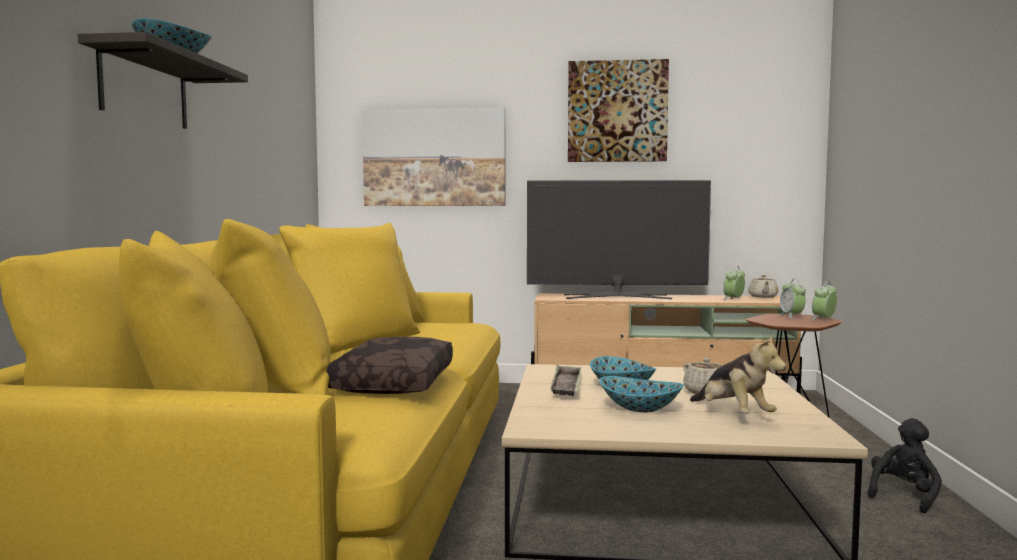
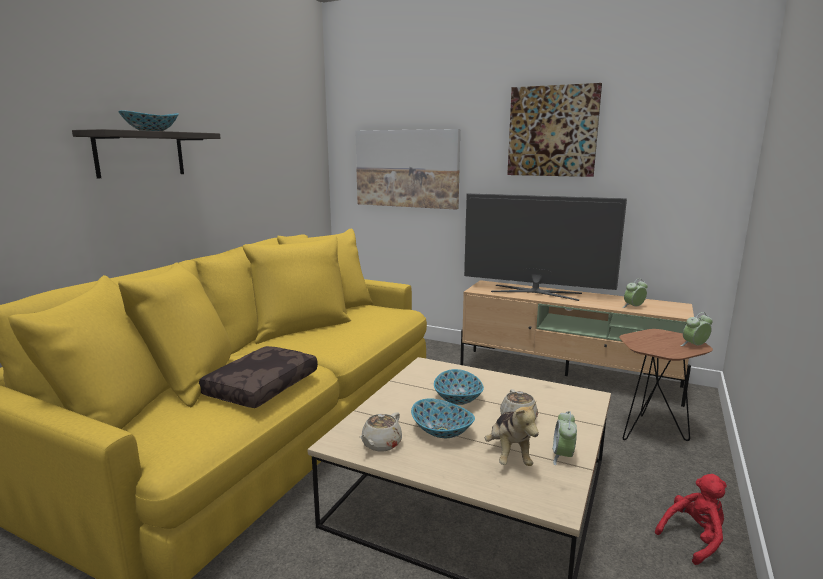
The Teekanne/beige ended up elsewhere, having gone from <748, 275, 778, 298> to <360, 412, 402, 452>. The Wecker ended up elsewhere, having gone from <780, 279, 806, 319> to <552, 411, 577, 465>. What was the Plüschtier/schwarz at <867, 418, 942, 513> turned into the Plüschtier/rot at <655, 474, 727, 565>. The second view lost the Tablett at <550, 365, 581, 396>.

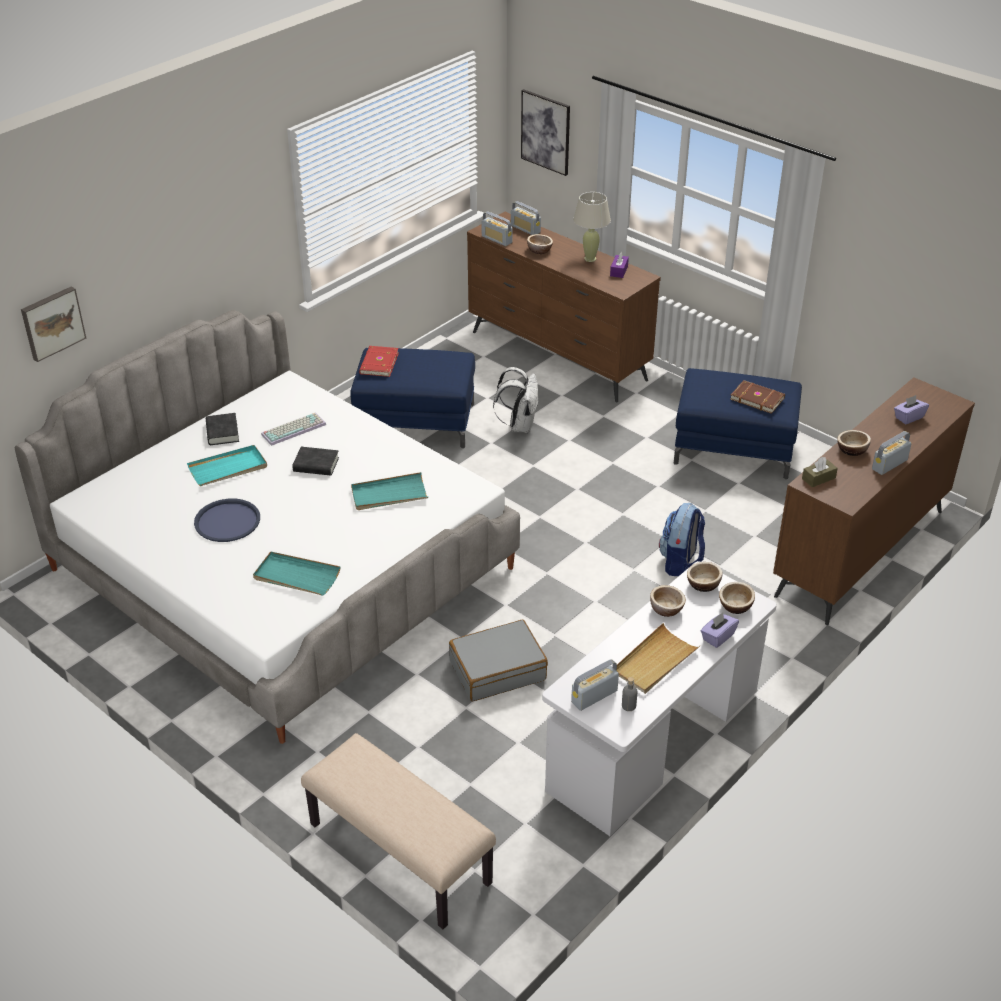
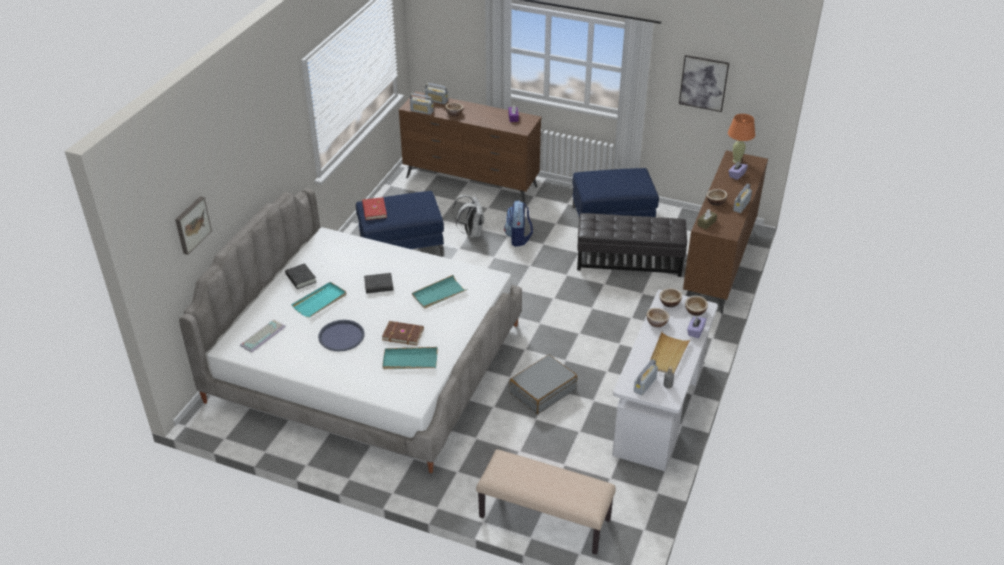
The Tastatur ended up elsewhere, having gone from <261, 412, 326, 446> to <240, 319, 286, 353>. The Buch/braun ended up elsewhere, having gone from <730, 380, 785, 414> to <382, 321, 424, 346>. The Rucksack ended up elsewhere, having gone from <659, 503, 705, 576> to <504, 200, 533, 247>. The second view gained the Polsterhocker/schwarz at <577, 213, 687, 277>. The Bild ended up elsewhere, having gone from <521, 89, 570, 176> to <679, 55, 729, 112>. The second view gained the Tischlampe/orange at <728, 114, 755, 163>. The second view lost the Tischlampe/beige at <573, 192, 611, 262>.

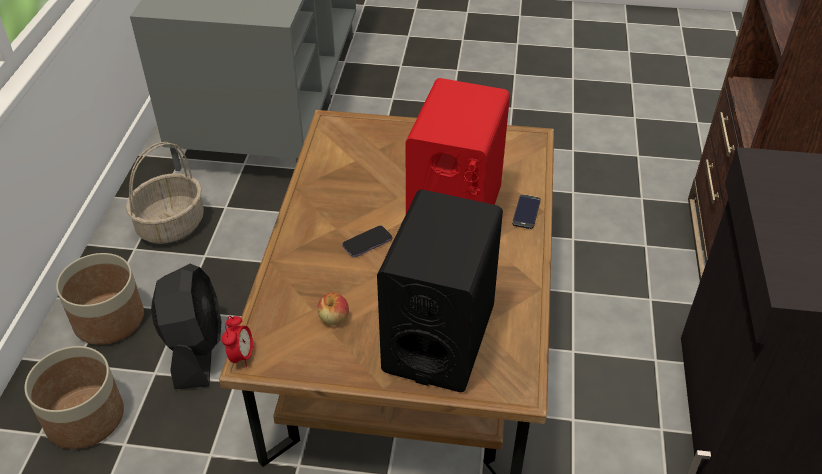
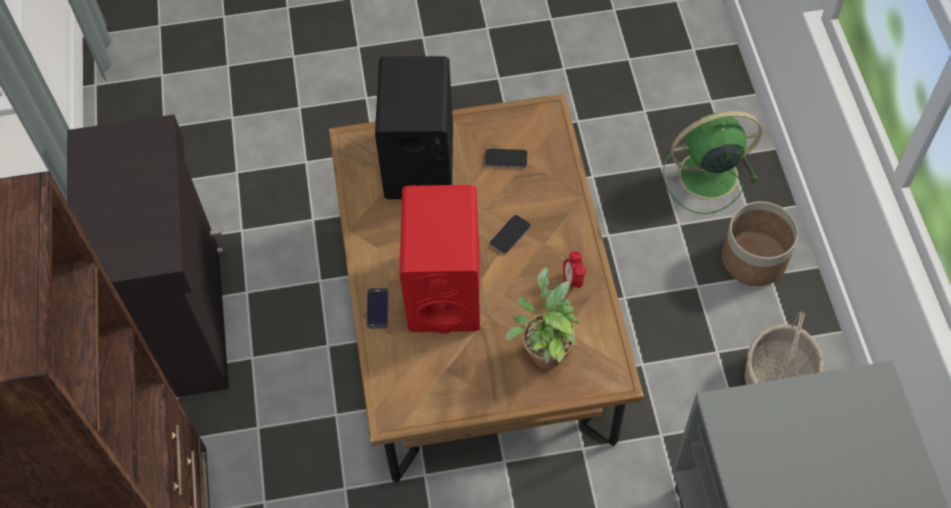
Where the Apfel stood at <317, 292, 349, 325>, the Handy came to stand at <485, 149, 528, 168>. The second view gained the Topfpflanze at <505, 267, 579, 369>. The Wecker ended up elsewhere, having gone from <222, 316, 253, 367> to <563, 252, 586, 288>. Where the Pflanzkübel stood at <25, 346, 124, 449>, the Ventilator/grün came to stand at <663, 111, 761, 214>. The second view lost the Ventilator/schwarz at <151, 264, 221, 389>.

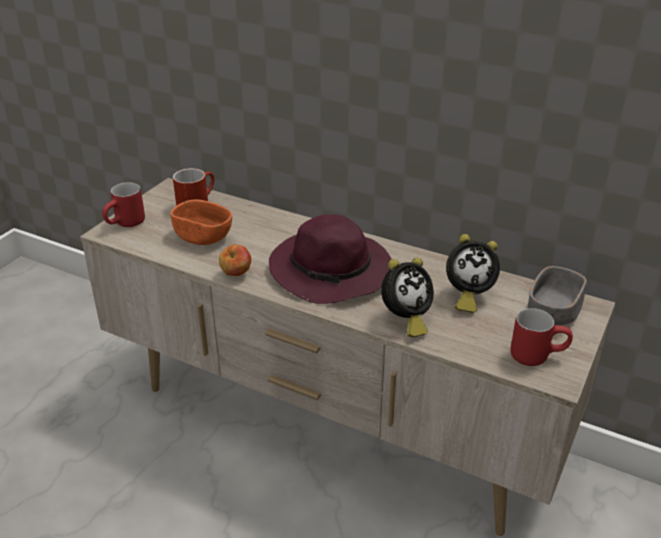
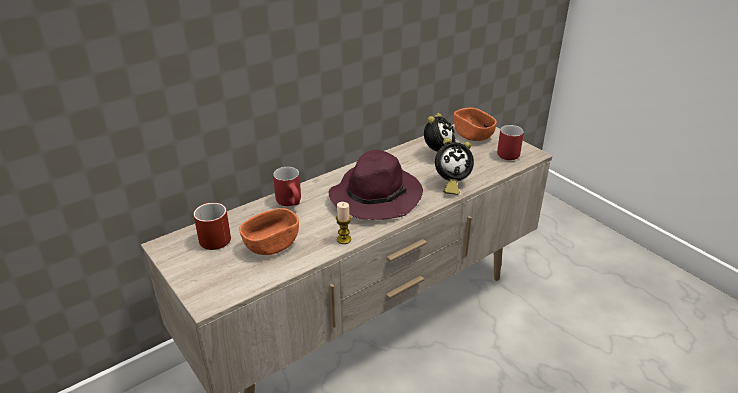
The Henkelbecher/rot ended up elsewhere, having gone from <102, 182, 145, 227> to <273, 167, 301, 206>. Where the Apfel stood at <219, 245, 251, 276>, the Kerze came to stand at <336, 202, 351, 244>. The Wecker at <381, 258, 434, 337> ended up facing another way, 90 degrees clockwise from before. What was the Schüssel/grau at <528, 266, 587, 325> turned into the Schüssel/orange at <454, 108, 497, 141>.

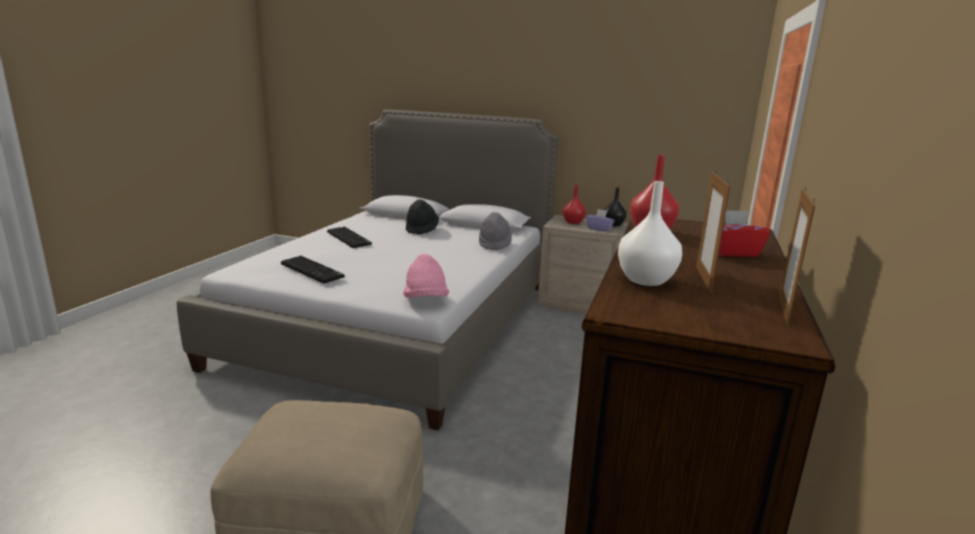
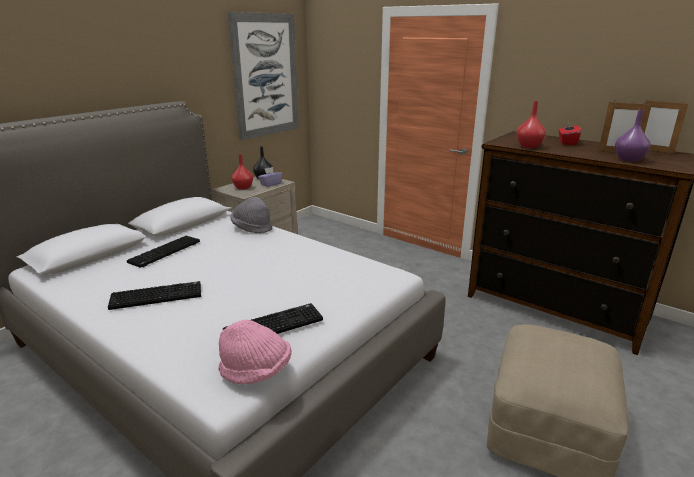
Where the Hut/schwarz stood at <406, 199, 439, 235>, the Tastatur came to stand at <127, 236, 200, 268>. The Hut/rosa ended up elsewhere, having gone from <403, 254, 449, 298> to <218, 320, 292, 384>. The second view gained the Bild at <228, 12, 299, 141>. What was the Vase/weiß at <618, 181, 682, 286> turned into the Vase/lila at <615, 109, 650, 162>.

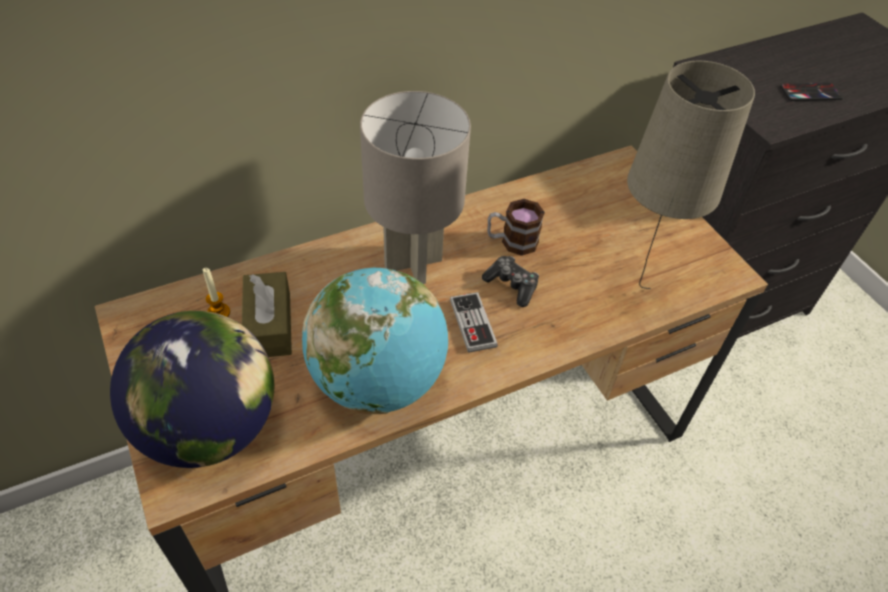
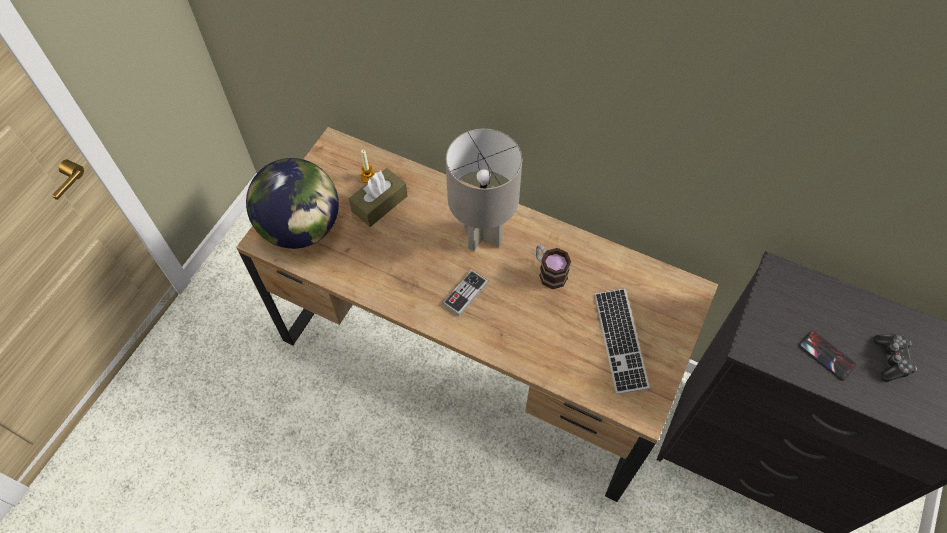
The second view gained the Tastatur at <594, 288, 650, 394>. The Gamepad ended up elsewhere, having gone from <482, 256, 539, 307> to <873, 334, 917, 382>. The second view lost the Globus at <302, 268, 448, 414>. The second view lost the Tischlampe/beige at <627, 61, 755, 289>.

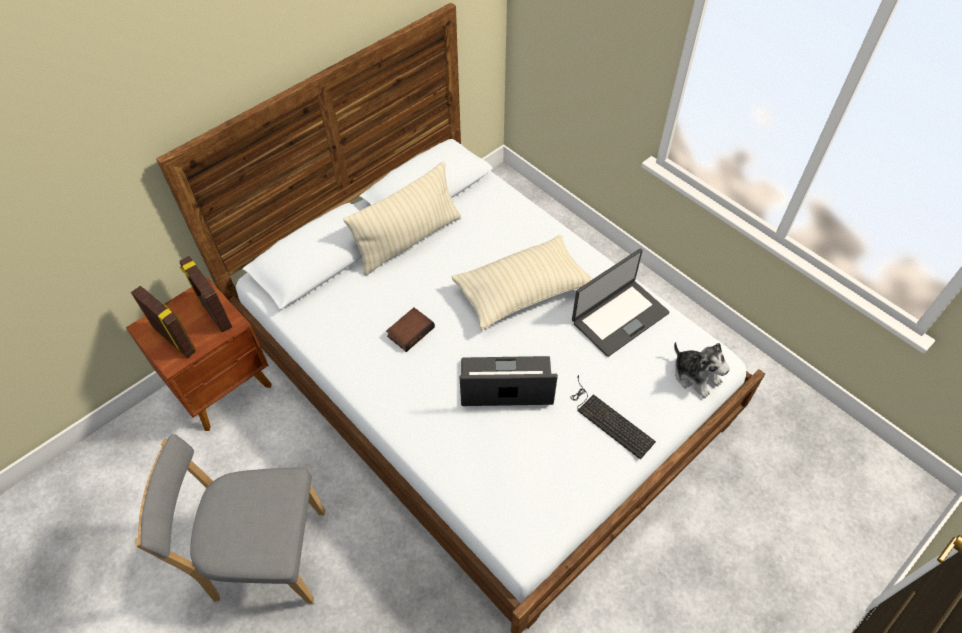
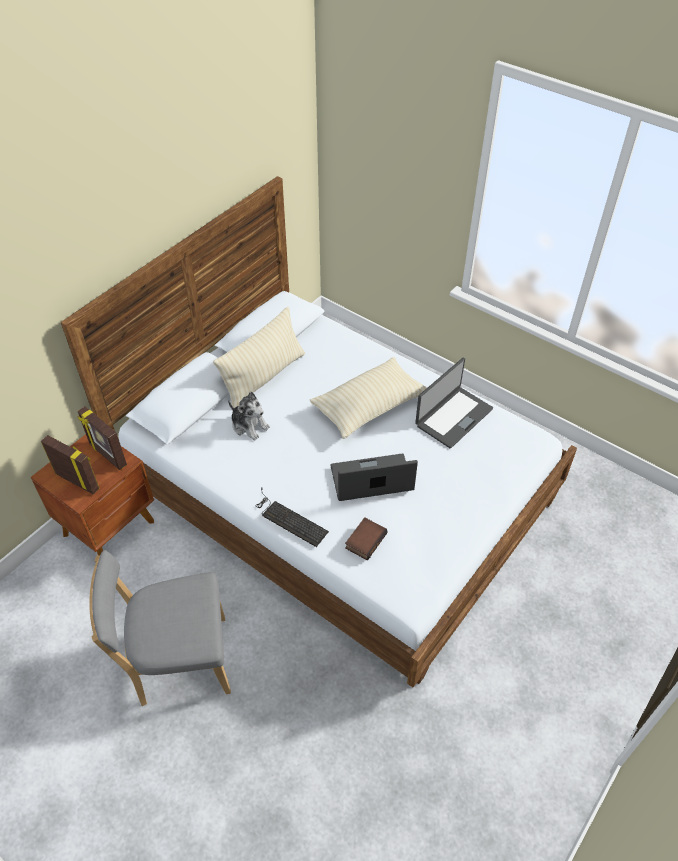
The Plüschtier ended up elsewhere, having gone from <674, 342, 730, 398> to <228, 392, 270, 441>. The Tastatur ended up elsewhere, having gone from <570, 375, 656, 460> to <255, 487, 329, 547>. The Buch ended up elsewhere, having gone from <386, 307, 435, 352> to <345, 517, 388, 560>.

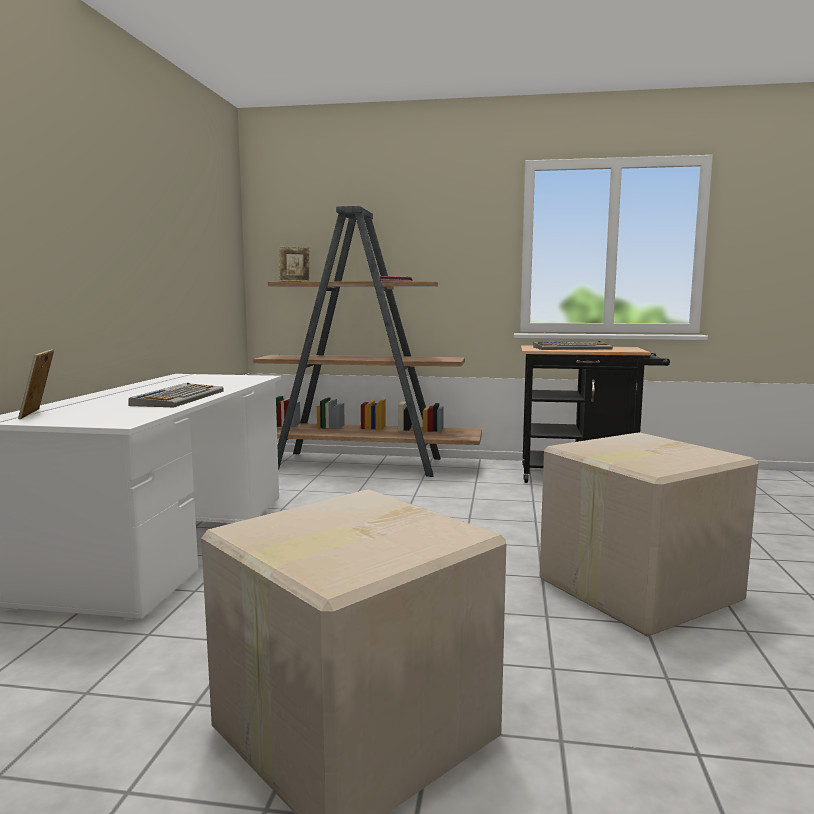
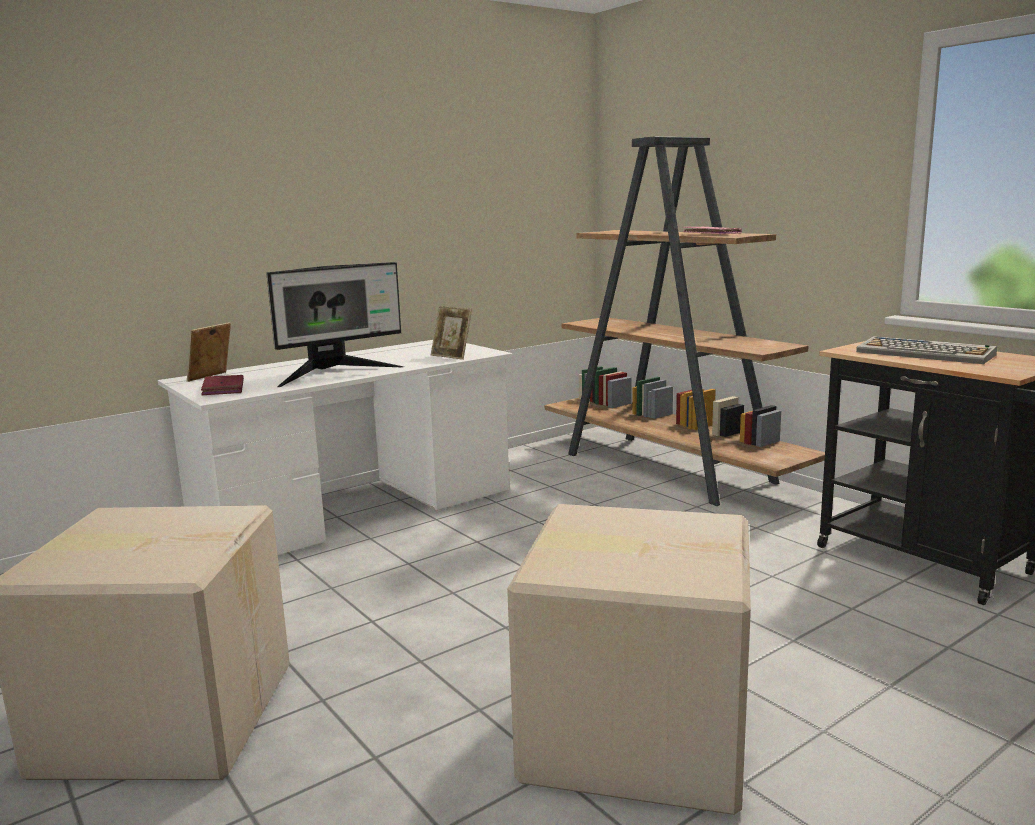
The second view gained the Buch/rot at <201, 375, 244, 395>. Where the Tastatur stood at <128, 383, 224, 407>, the Monitor came to stand at <266, 262, 404, 387>. The Bilderrahmen ended up elsewhere, having gone from <279, 247, 310, 282> to <431, 306, 472, 360>.

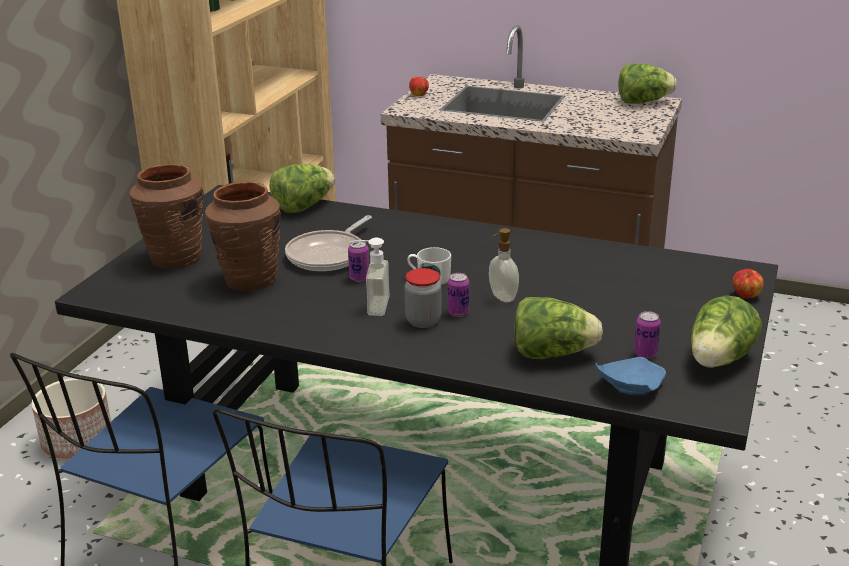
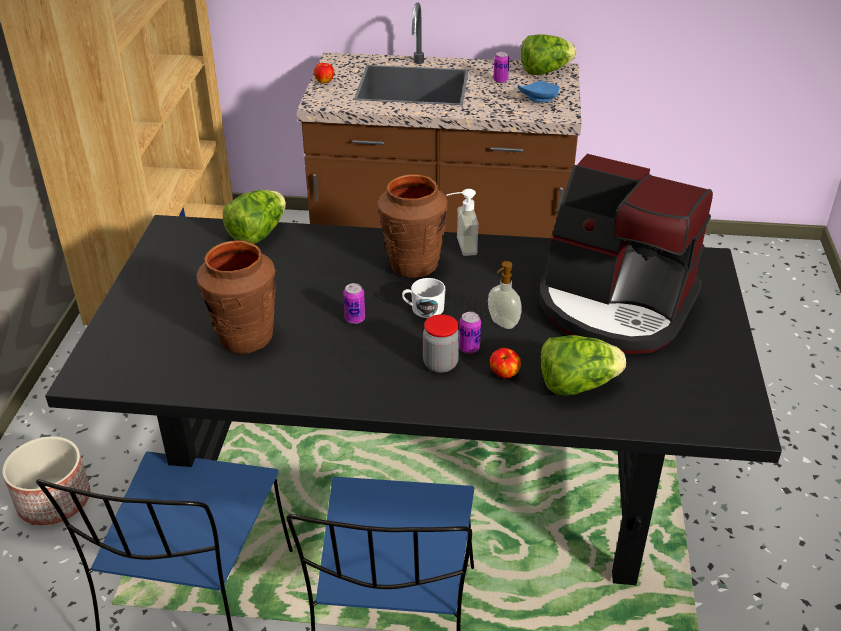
The Vase/braun ended up elsewhere, having gone from <130, 163, 204, 269> to <378, 174, 448, 278>. The Seifenspender ended up elsewhere, having gone from <350, 238, 390, 316> to <446, 189, 479, 256>. The Apfel ended up elsewhere, having gone from <732, 269, 764, 298> to <490, 348, 521, 378>. The Dose ended up elsewhere, having gone from <634, 311, 661, 359> to <493, 52, 509, 83>. The Teller/blau ended up elsewhere, having gone from <595, 357, 666, 395> to <518, 81, 560, 103>. The second view gained the Kaffeemaschine at <539, 154, 713, 354>. The second view lost the Pfanne at <285, 215, 372, 271>. The second view lost the Salatkopf at <691, 295, 762, 368>.

